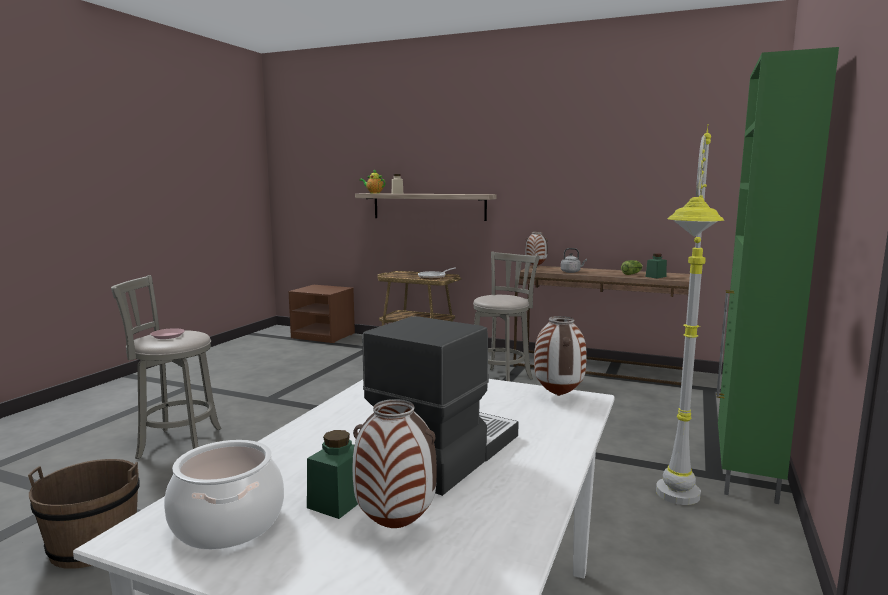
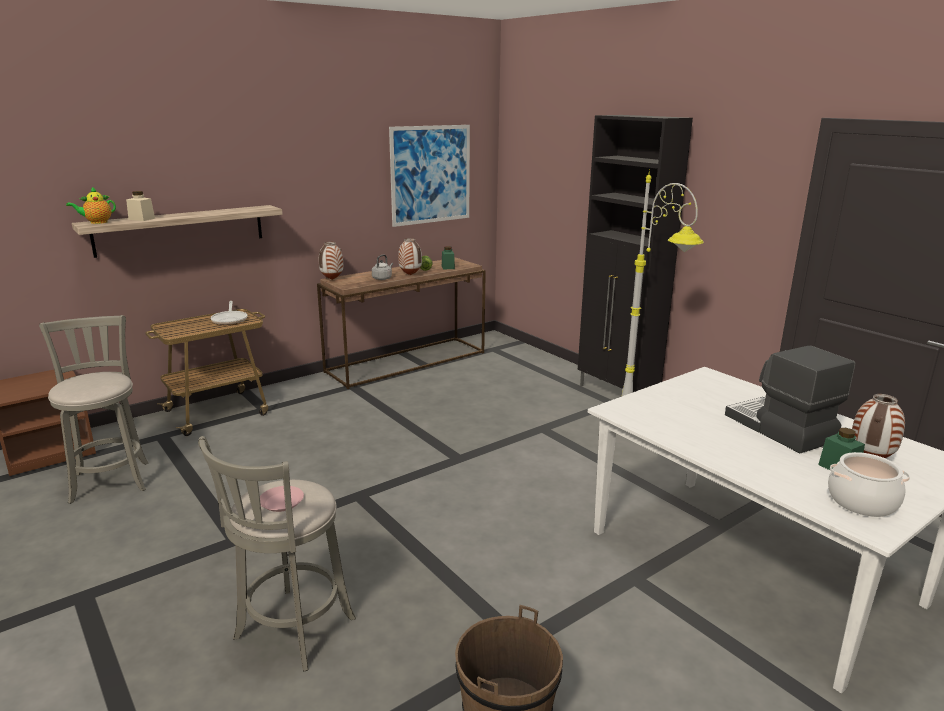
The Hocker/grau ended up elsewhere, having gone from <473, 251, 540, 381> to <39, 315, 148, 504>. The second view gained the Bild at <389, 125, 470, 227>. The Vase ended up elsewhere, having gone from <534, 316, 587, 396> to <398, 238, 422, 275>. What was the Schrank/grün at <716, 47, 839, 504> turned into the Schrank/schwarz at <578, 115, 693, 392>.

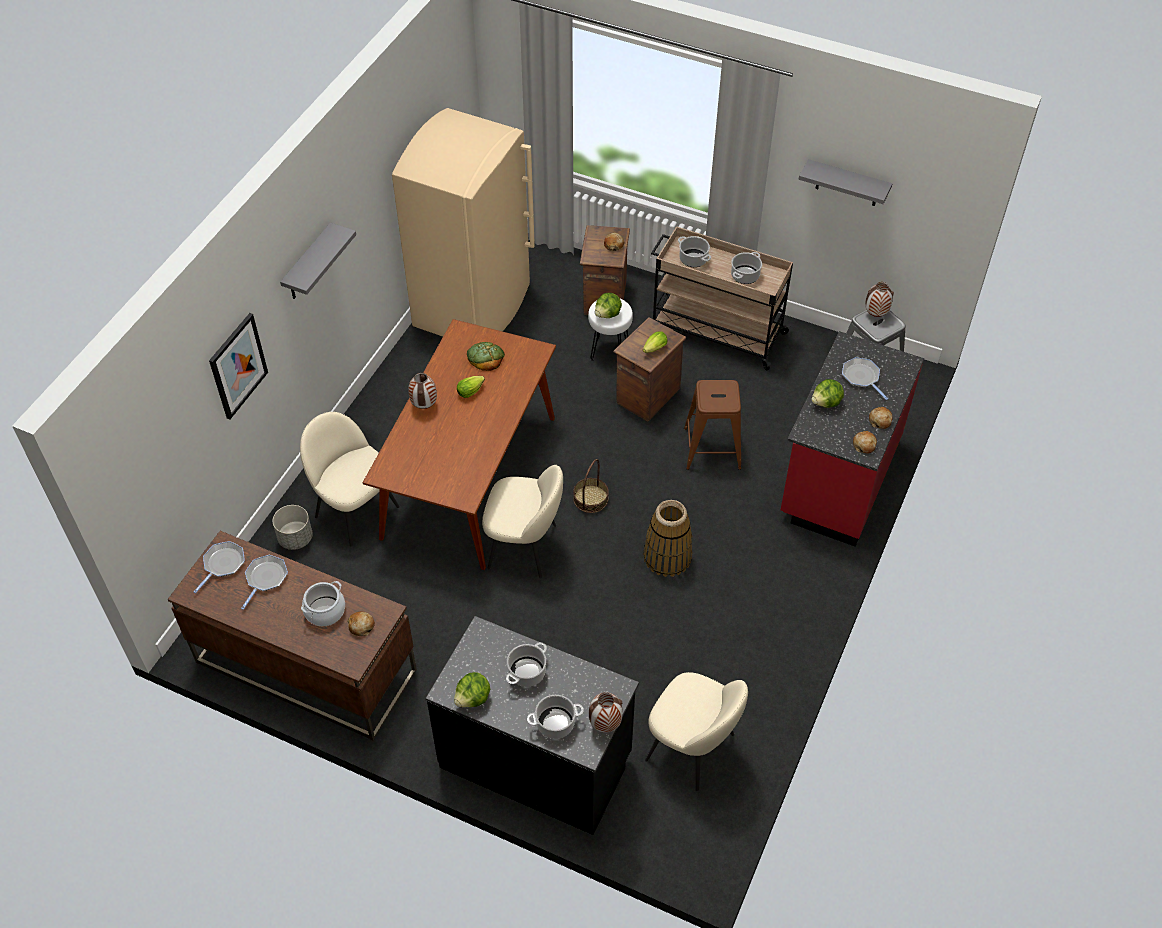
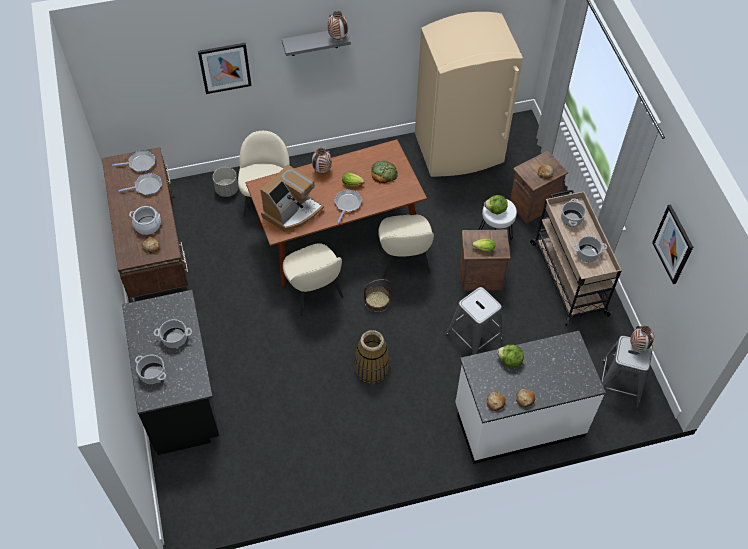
The second view gained the Kaffeemaschine at <260, 165, 324, 232>. The Vase ended up elsewhere, having gone from <589, 692, 623, 733> to <328, 11, 348, 40>. The Pfanne ended up elsewhere, having gone from <842, 357, 888, 400> to <334, 189, 362, 224>. The Stuhl/beige ended up elsewhere, having gone from <645, 672, 748, 791> to <378, 215, 434, 278>. What was the Hocker/braun at <684, 380, 741, 470> turned into the Hocker/grau at <445, 287, 503, 355>. What was the Küchenzeile/rot at <780, 331, 924, 546> turned into the Küchenzeile/weiß at <455, 331, 606, 464>. Where the Wandregal/grau hung at <799, 159, 892, 206>, the Bild came to hang at <652, 204, 693, 284>. The second view lost the Salatkopf at <454, 672, 490, 707>.

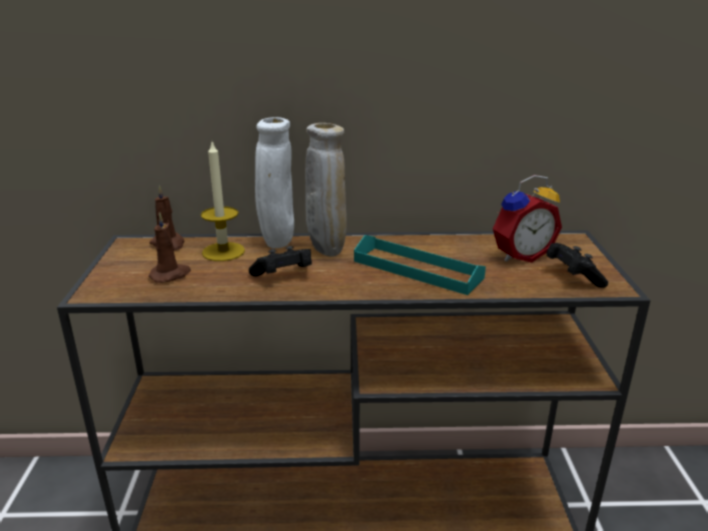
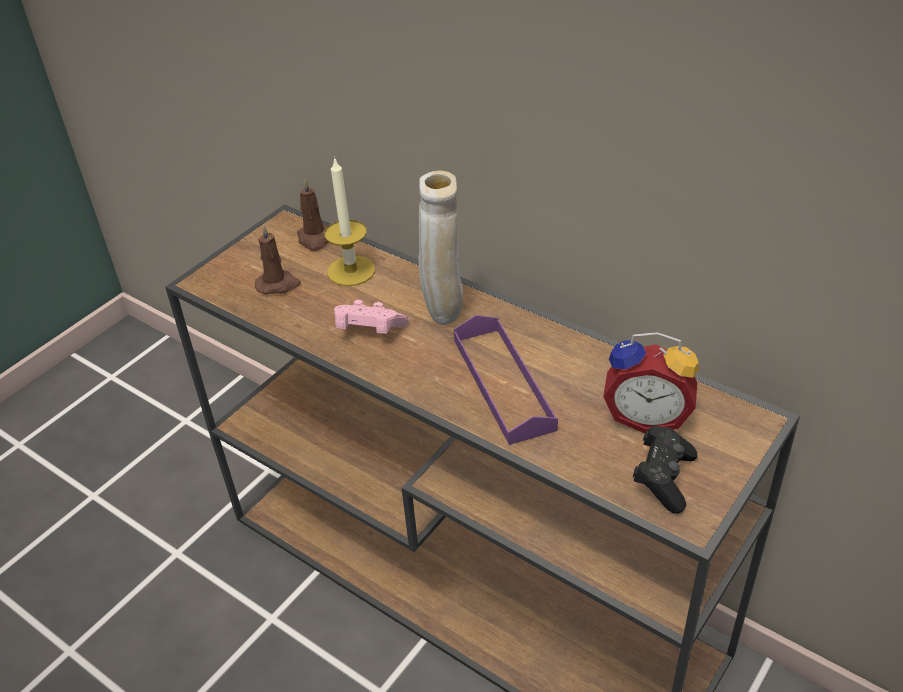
What was the Gamepad/schwarz at <249, 246, 312, 277> turned into the Gamepad/rosa at <334, 300, 409, 334>. What was the Tablett/türkis at <354, 235, 486, 295> turned into the Tablett/lila at <454, 315, 558, 445>. The second view lost the Vase/weiß at <255, 117, 294, 249>.

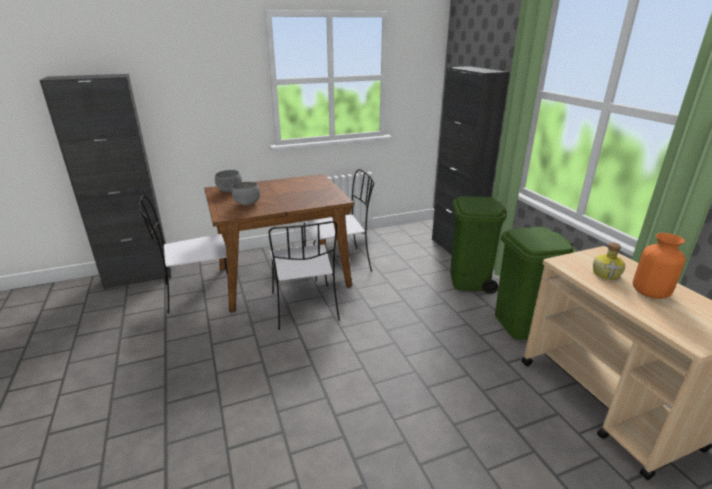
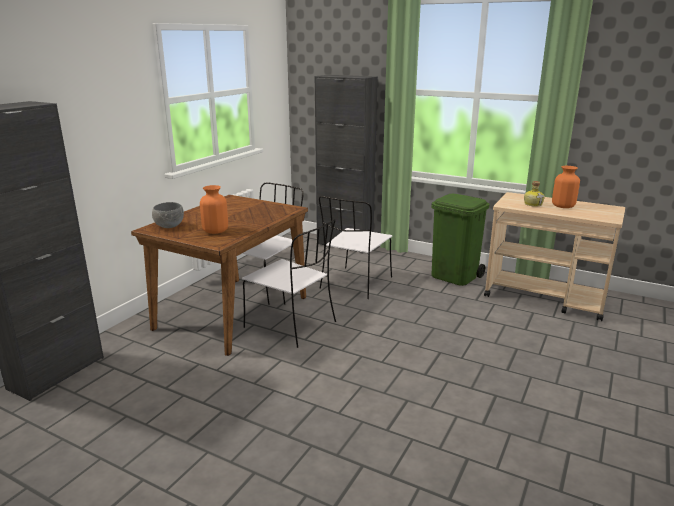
Where the Schüssel/grau stood at <231, 182, 260, 205>, the Vase/orange came to stand at <200, 185, 228, 234>. The Stuhl/weiß ended up elsewhere, having gone from <139, 195, 227, 313> to <319, 196, 392, 299>. The second view lost the Mülleimer/grün at <450, 196, 507, 294>.

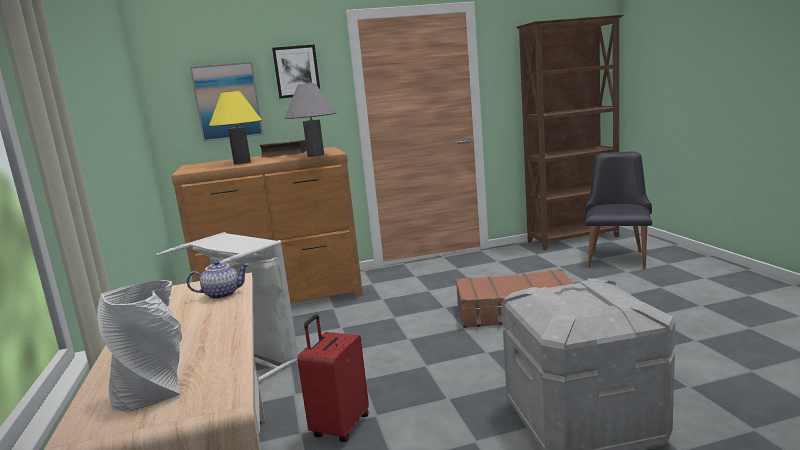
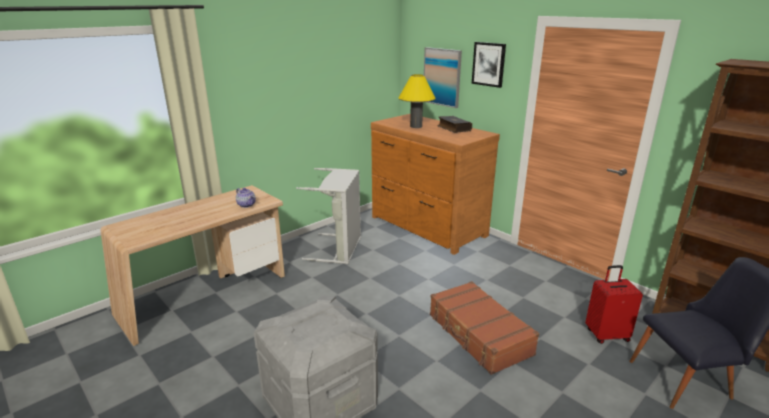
The Koffer/rot ended up elsewhere, having gone from <297, 314, 369, 442> to <585, 265, 643, 344>. The second view lost the Vase/grau at <97, 280, 182, 412>. The second view lost the Tischlampe/grau at <285, 83, 336, 157>.

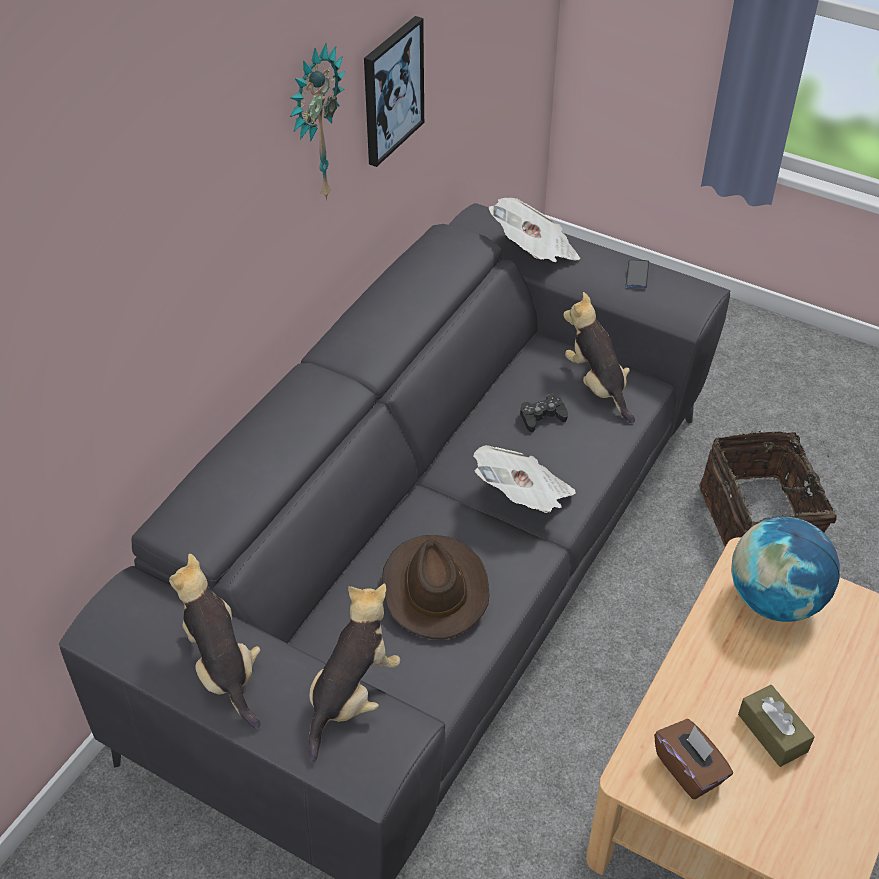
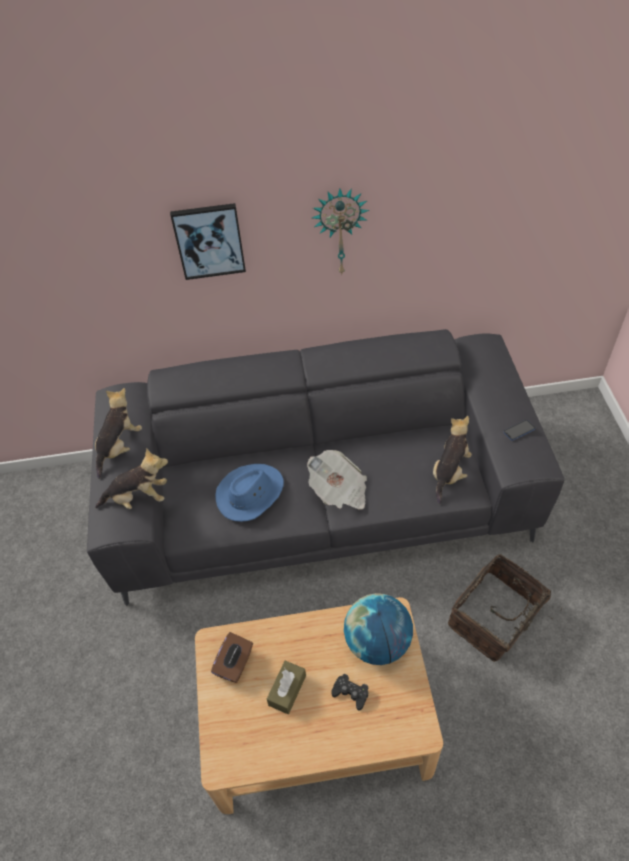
The Bild ended up elsewhere, having gone from <364, 16, 424, 167> to <170, 203, 246, 280>. What was the Hut/braun at <382, 535, 489, 640> turned into the Hut/blau at <215, 464, 284, 522>. The Gamepad/schwarz ended up elsewhere, having gone from <520, 393, 568, 432> to <331, 674, 368, 711>. The second view lost the Zeitung at <489, 198, 580, 262>.

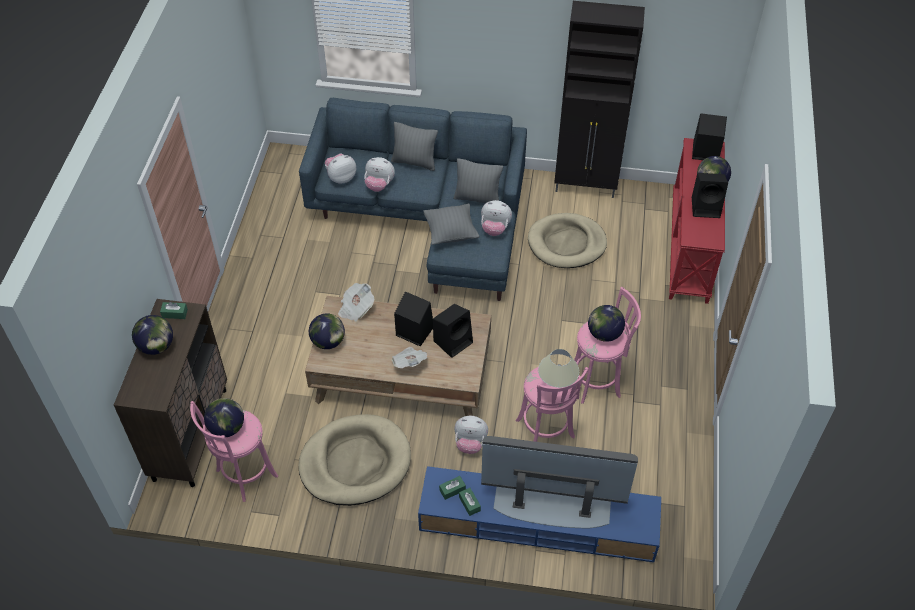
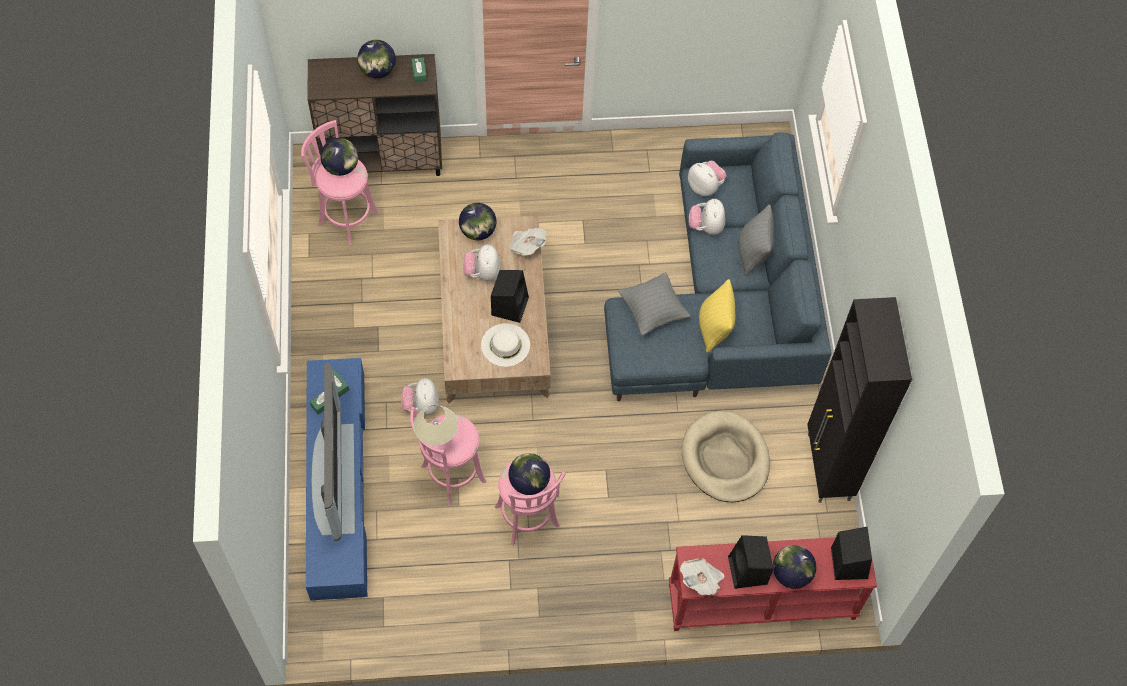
The Plüschtier ended up elsewhere, having gone from <481, 200, 512, 236> to <463, 244, 501, 281>. Where the Lautsprecher/schwarz stood at <433, 304, 473, 358>, the Hut/weiß came to stand at <481, 323, 530, 367>. The Zeitung ended up elsewhere, having gone from <392, 347, 427, 368> to <680, 558, 724, 595>. What was the Kissen/grau at <453, 158, 503, 203> turned into the Kissen/gelb at <699, 279, 735, 353>. The second view lost the Hundebett/beige at <298, 414, 411, 506>.

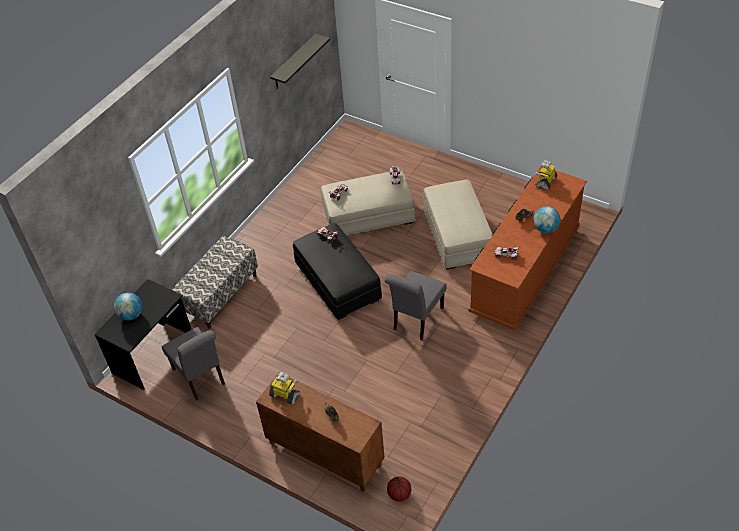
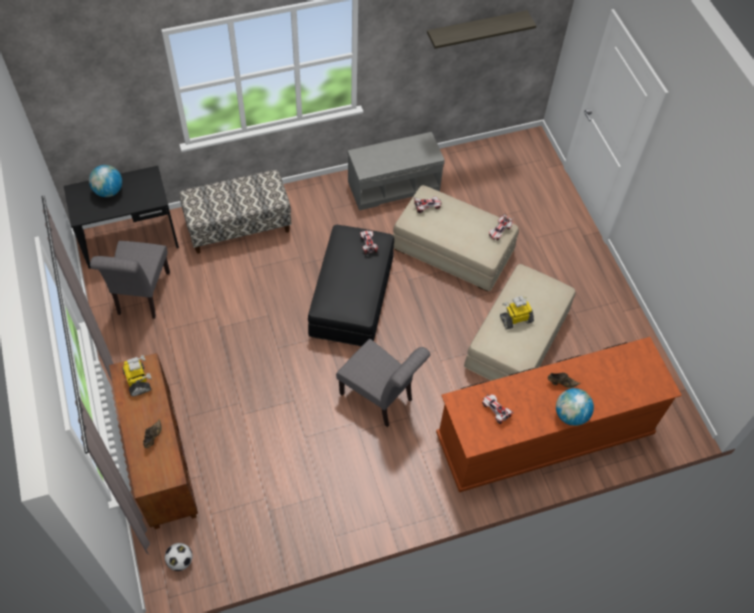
Where the Basketball stood at <387, 476, 411, 502>, the Fußball came to stand at <165, 543, 192, 571>. The Stuhl/grau at <385, 271, 447, 340> ended up facing another way, 120 degrees counterclockwise from before. The second view gained the Bank/grau at <348, 132, 445, 211>. The Spielzeugroboter ended up elsewhere, having gone from <535, 160, 558, 190> to <500, 296, 534, 329>.

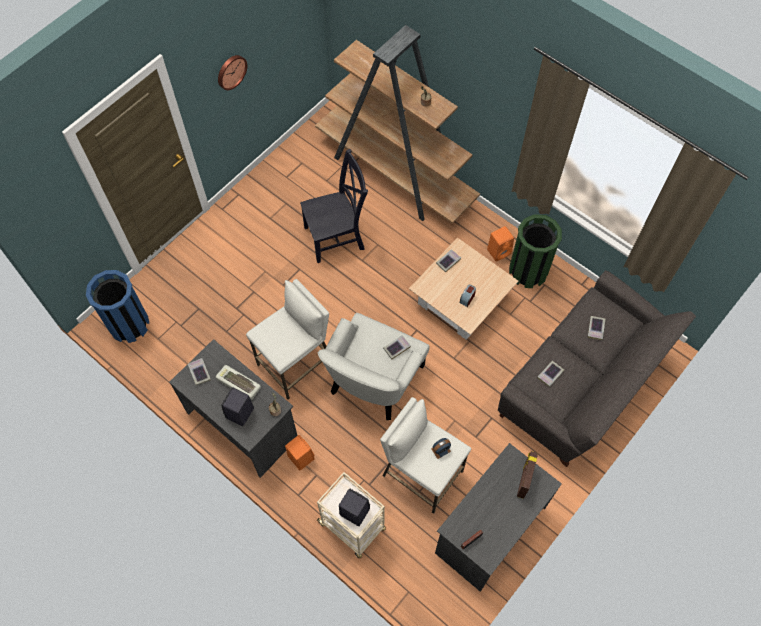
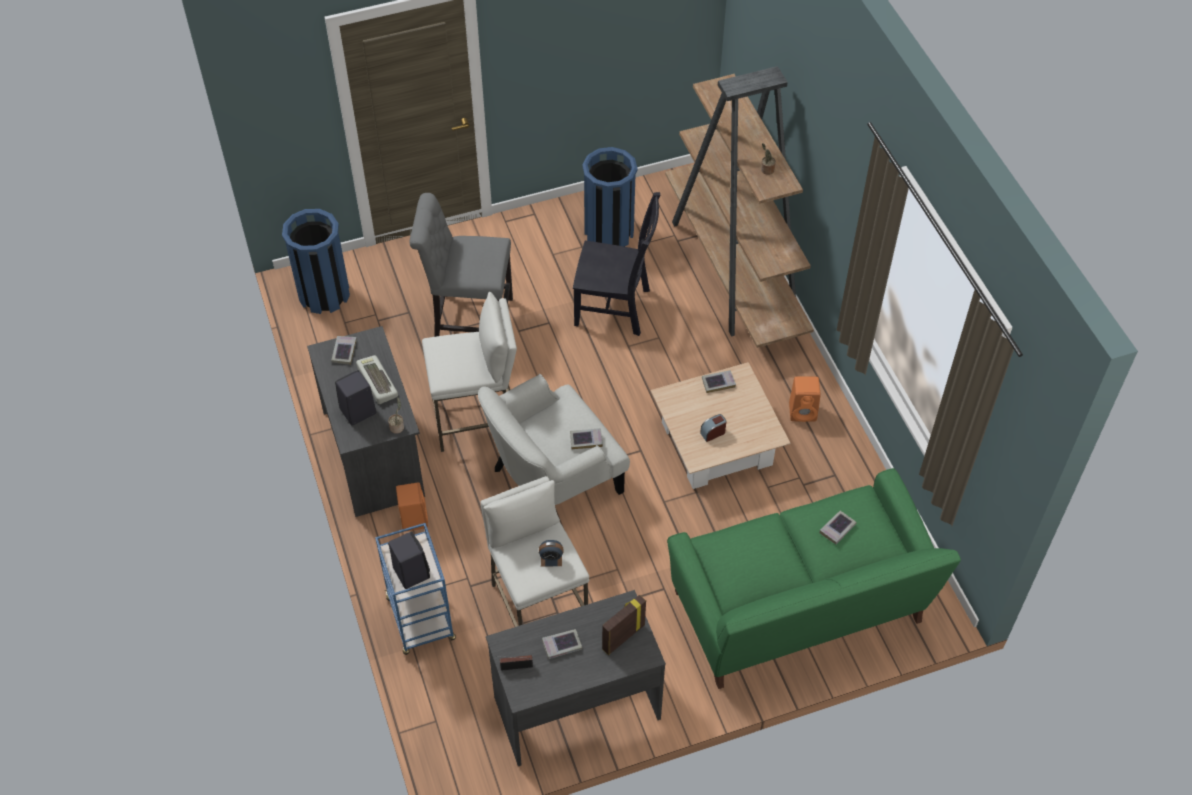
What was the Rollwagen/beige at <316, 472, 386, 558> turned into the Rollwagen/blau at <375, 523, 456, 655>. The second view gained the Stuhl/grau at <410, 193, 513, 337>. The Buch ended up elsewhere, having gone from <537, 361, 564, 387> to <542, 629, 582, 659>. The second view gained the Mülleimer/blau at <582, 147, 637, 247>. What was the Sofa/grau at <498, 270, 696, 467> turned into the Sofa/grün at <667, 468, 961, 689>. The second view lost the Wanduhr at <218, 55, 247, 90>. The second view lost the Mülleimer/grün at <509, 214, 562, 288>.

